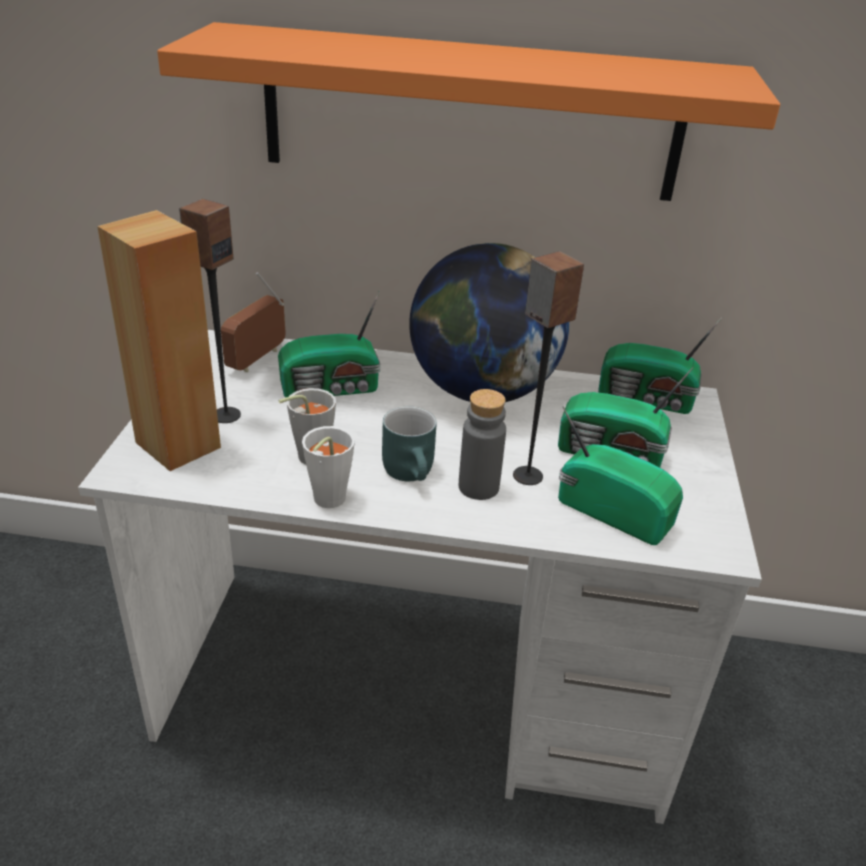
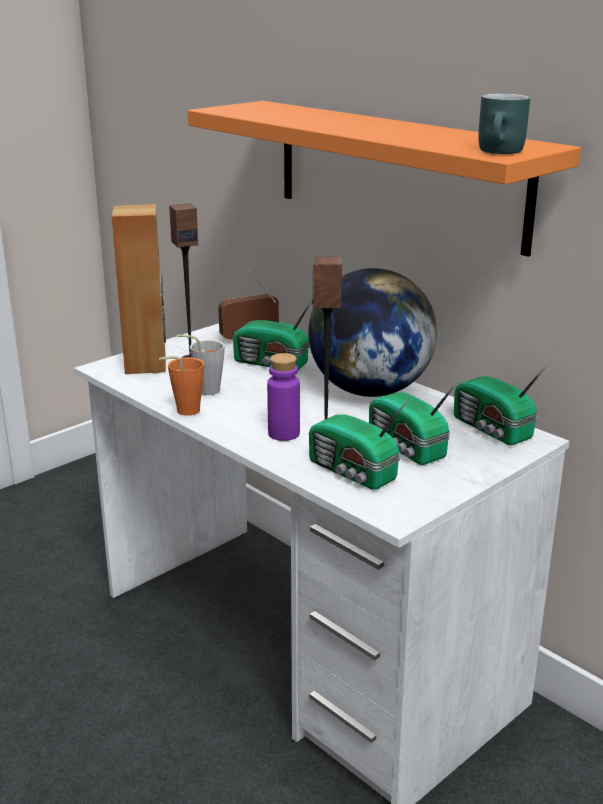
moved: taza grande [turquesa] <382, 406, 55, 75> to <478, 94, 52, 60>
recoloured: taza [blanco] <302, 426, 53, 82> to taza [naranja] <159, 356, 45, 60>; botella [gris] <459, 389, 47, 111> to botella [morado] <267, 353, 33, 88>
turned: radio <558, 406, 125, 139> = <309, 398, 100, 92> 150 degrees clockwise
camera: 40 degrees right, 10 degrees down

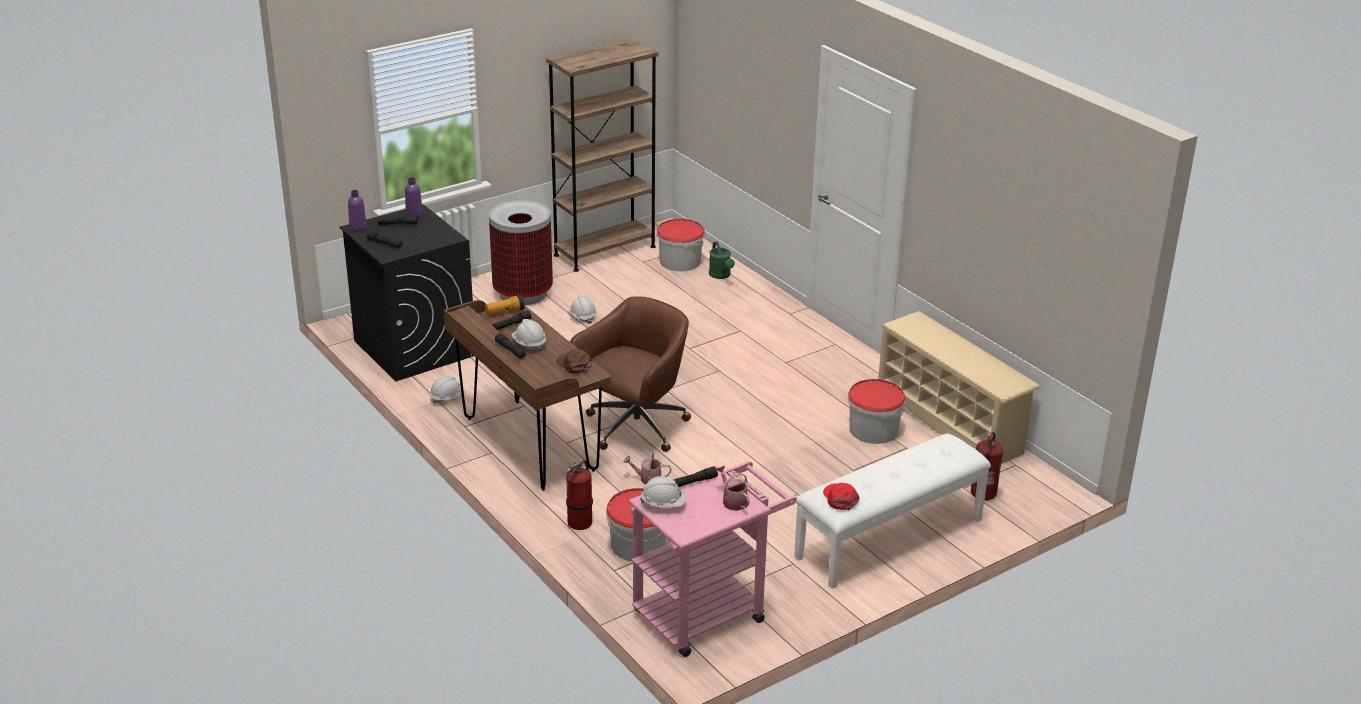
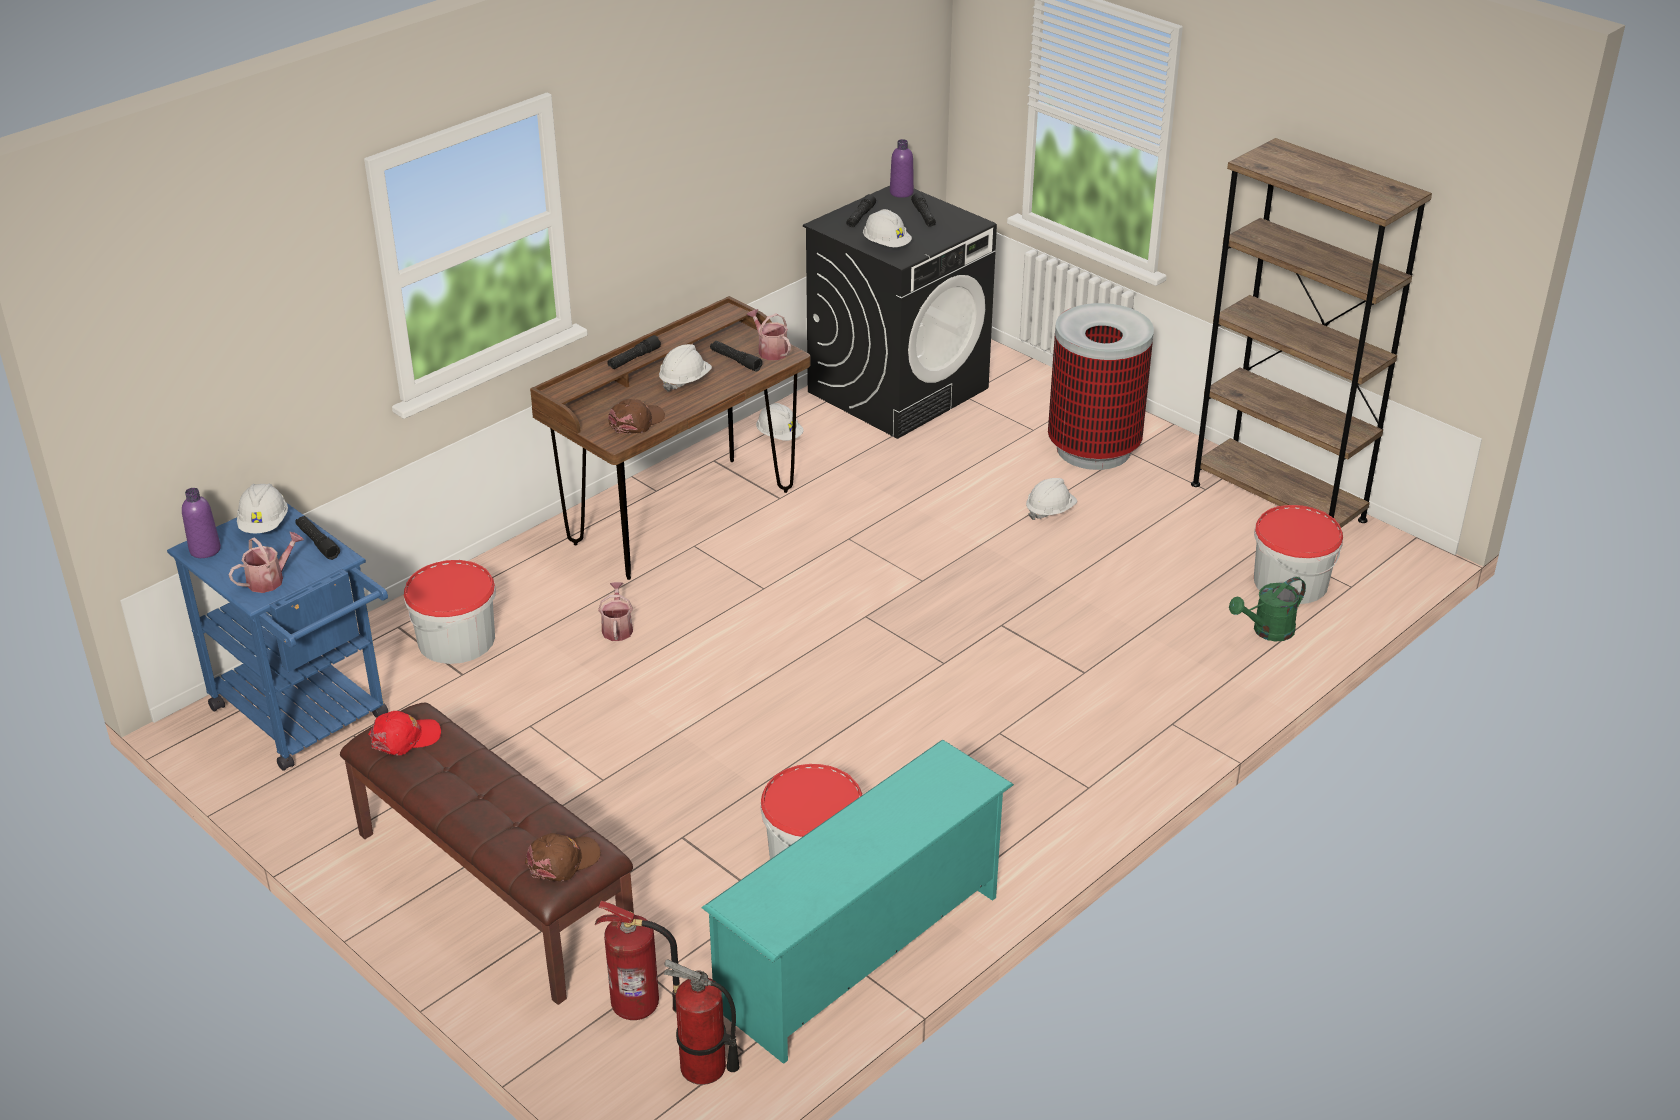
removed: silla de oficina [marrón] <570, 296, 121, 156>
added: gorra [marrón] <525, 833, 76, 49>; casco [blanco] <863, 209, 49, 38>
moved: botella [morado] <405, 177, 18, 40> to <182, 488, 39, 70>; extintor <566, 460, 27, 70> to <663, 959, 76, 126>
replaced: linterna <485, 295, 40, 21> to regadera <747, 309, 44, 51>
recoloured: carrito [rosa] <628, 461, 169, 196> to carrito [azul] <167, 503, 221, 268>; banco [blanco] <794, 434, 197, 155> to banco [marrón] <340, 702, 294, 303>; zapatero [beis] <878, 311, 163, 153> to zapatero [turquesa] <702, 739, 312, 325>
camera: 80 degrees right, 5 degrees up

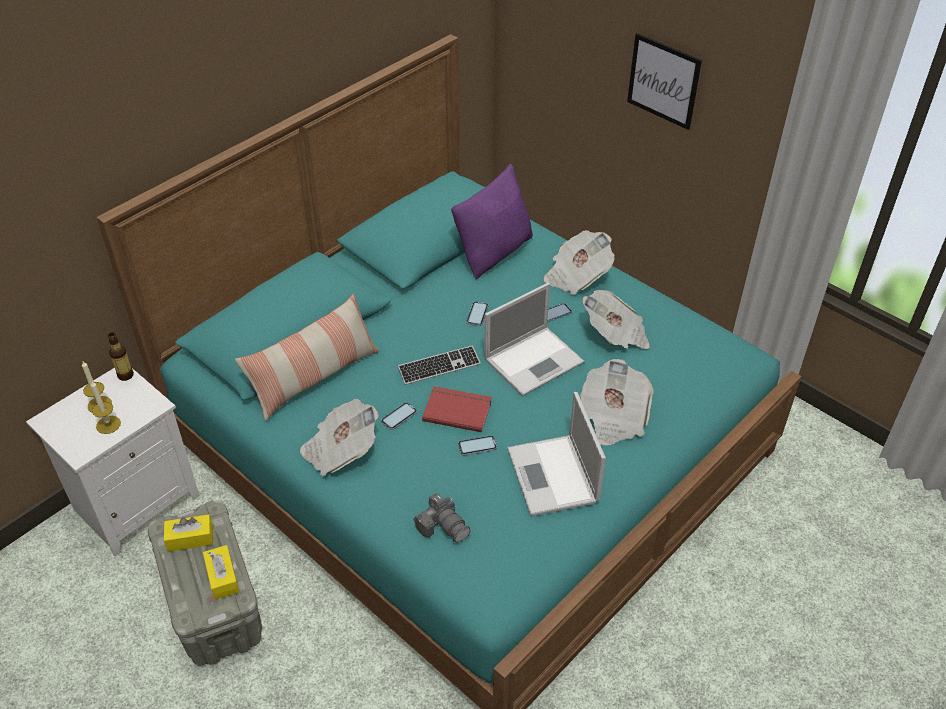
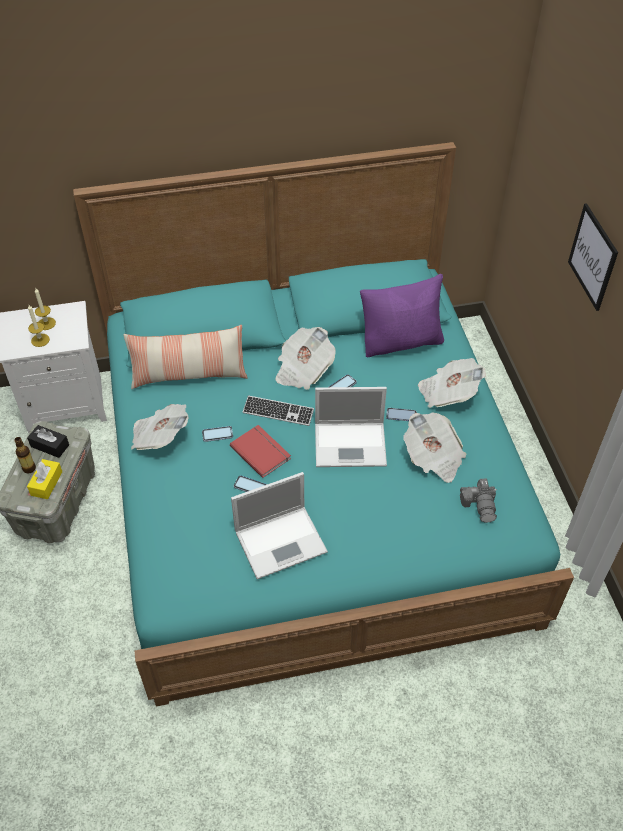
moved: botella <108, 332, 26, 49> to <14, 437, 22, 36>; cámara <414, 493, 56, 50> to <460, 479, 37, 44>; periódico <579, 359, 75, 87> to <275, 327, 60, 63>
recoloured: caja de pañuelos [amarillo] <164, 515, 49, 37> to caja de pañuelos [negro] <27, 425, 42, 33>
turned: portátil <507, 392, 99, 124> = <231, 472, 97, 107> 135 degrees counterclockwise
camera: 35 degrees right, 5 degrees up

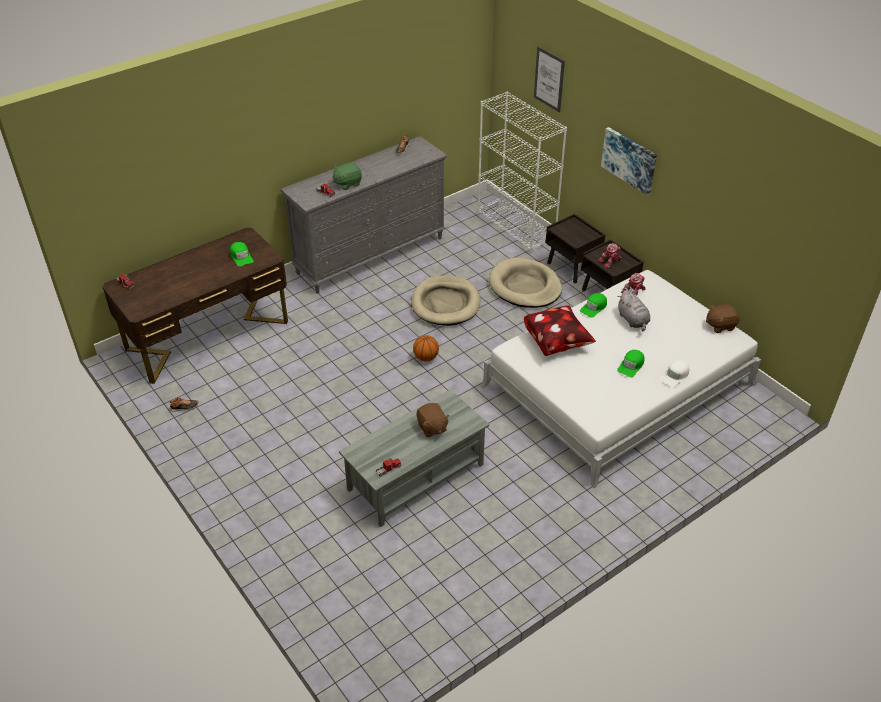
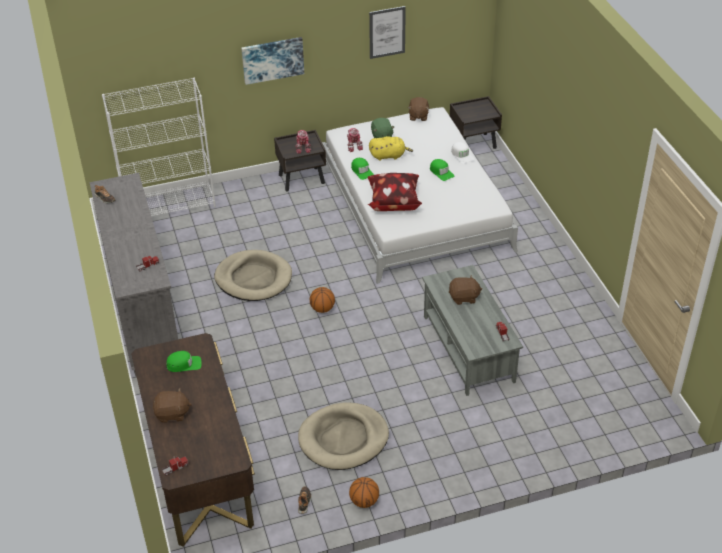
added: peluche [marrón] <153, 388, 39, 35>; balón de baloncesto <349, 477, 30, 31>
moved: peluche [verde] <332, 163, 30, 27> to <371, 118, 23, 20>; cama para perro [beis] <489, 258, 73, 50> to <298, 402, 91, 68>; cuadro <534, 46, 31, 66> to <369, 6, 37, 53>; mesita de noche [marrón] <545, 214, 60, 69> to <450, 96, 52, 53>
recoloured: peluche [gris] <617, 290, 33, 41> to peluche [amarillo] <369, 136, 44, 25>
camera: 70 degrees left, 0 degrees up

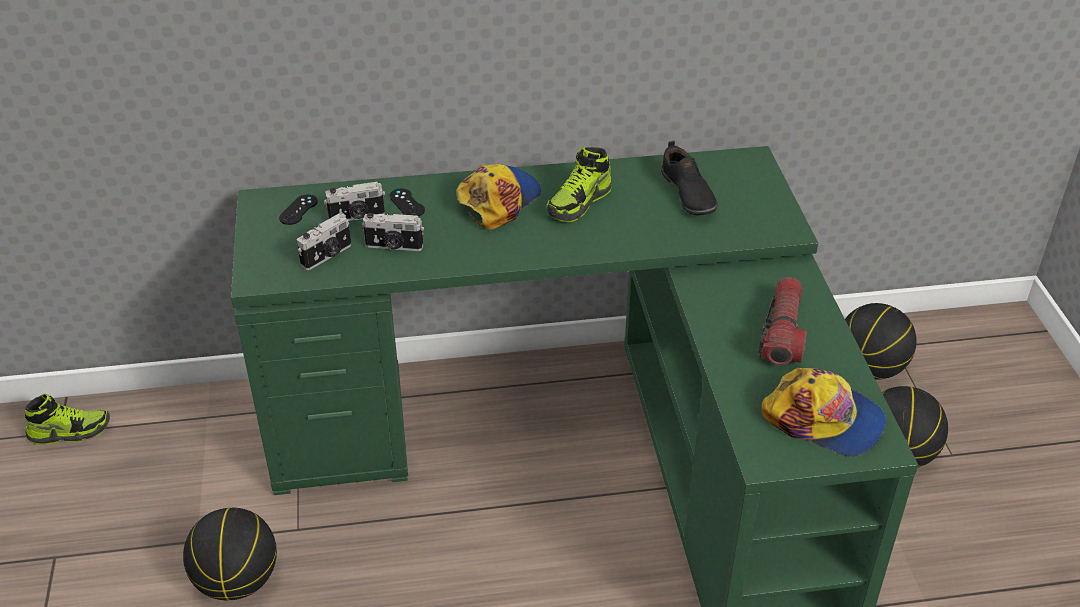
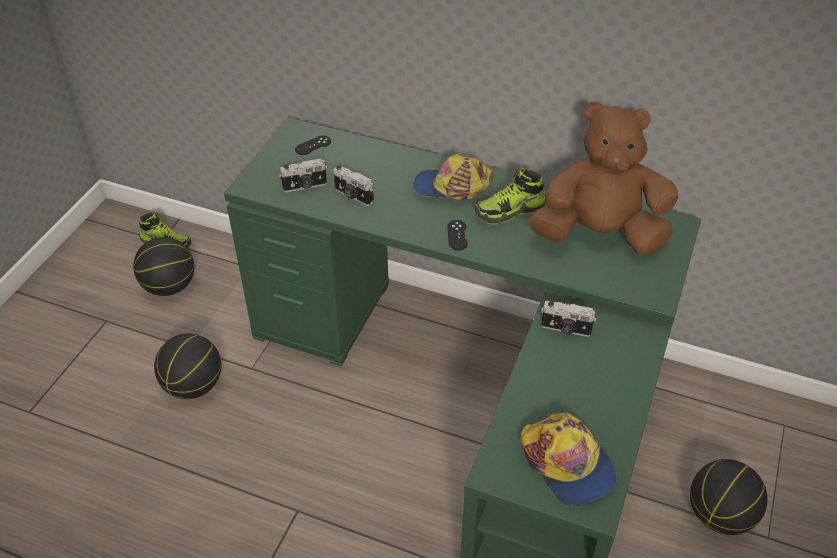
removed: linterna <759, 277, 48, 88>
moved: cámara <324, 182, 61, 39> to <541, 301, 55, 36>; mando de consola [negro] <389, 189, 36, 27> to <447, 220, 21, 31>; balón de baloncesto <845, 303, 72, 77> to <133, 237, 61, 59>
replaced: zapato [negro] <661, 141, 57, 74> to peluche [marrón] <529, 101, 149, 154>
turned: gorra <456, 164, 85, 65> = <413, 154, 81, 46> 150 degrees counterclockwise
camera: 30 degrees right, 5 degrees up

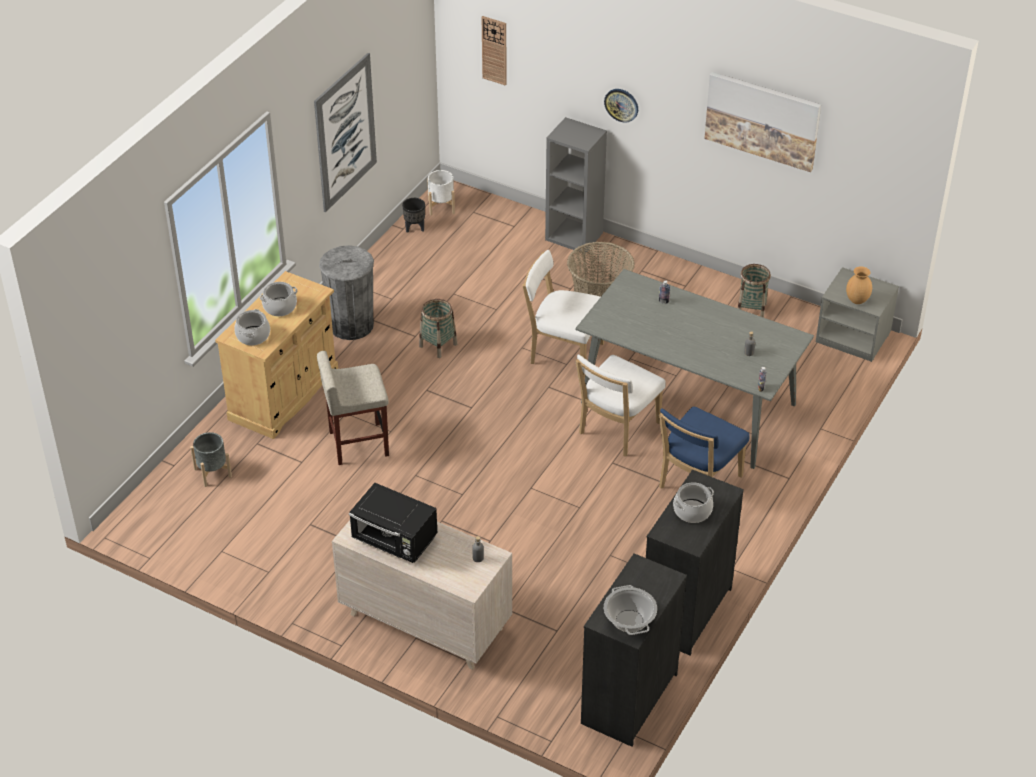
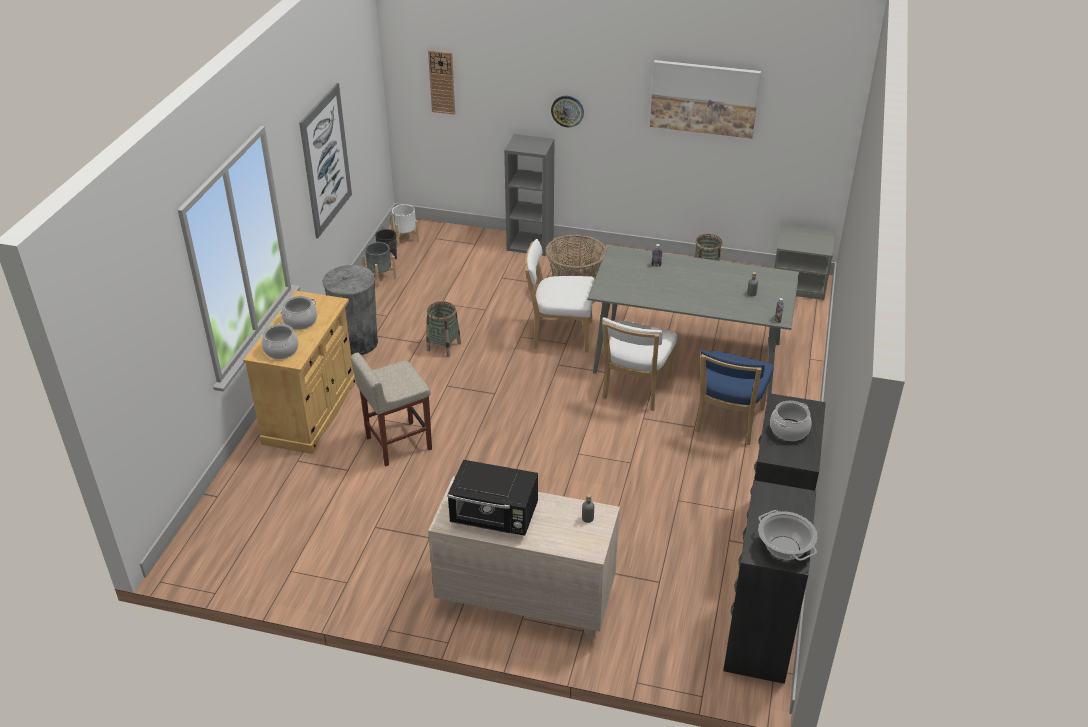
removed: florero [marrón] <846, 266, 26, 38>
moved: maceta [gris] <190, 432, 42, 55> to <362, 242, 35, 45>
camera: 15 degrees left, 5 degrees down

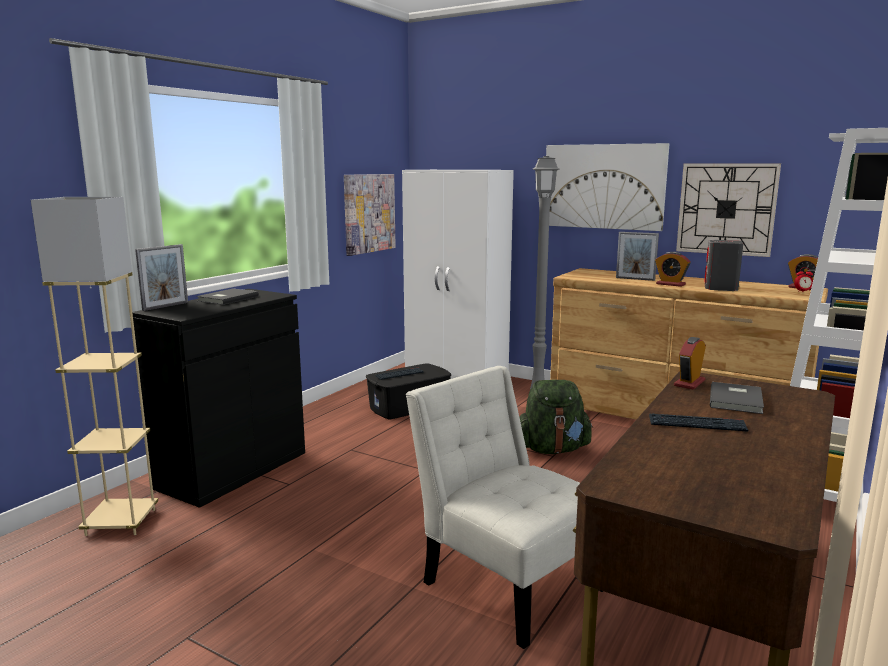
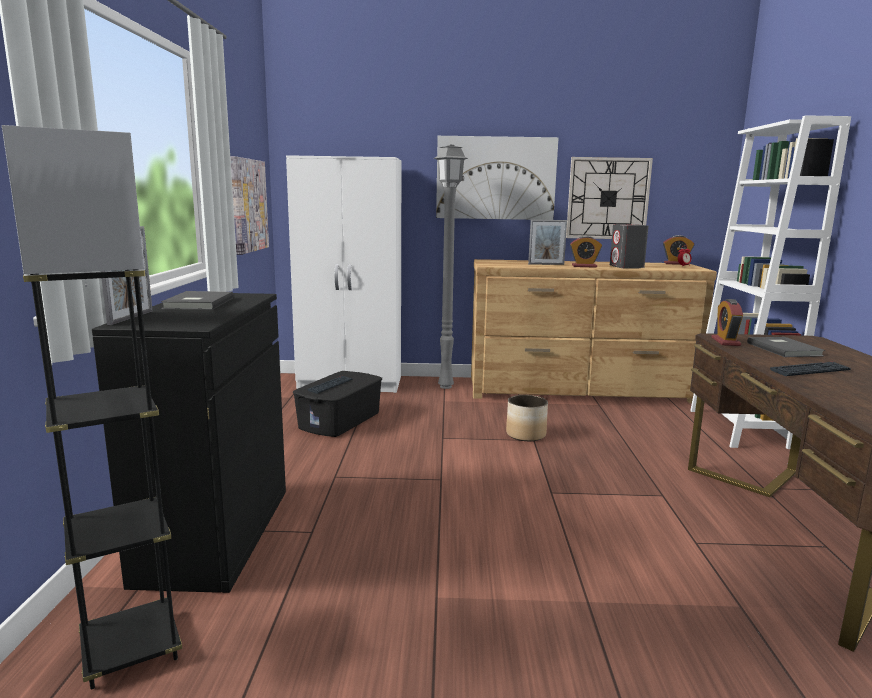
removed: silla [blanco] <406, 366, 197, 283>
replaced: mochila [verde] <519, 380, 74, 74> to maceta <506, 395, 42, 46>
recoloured: lámpara de pie [beis] <31, 197, 127, 339> to lámpara de pie [negro] <2, 125, 180, 564>
camera: 30 degrees left, 0 degrees up

